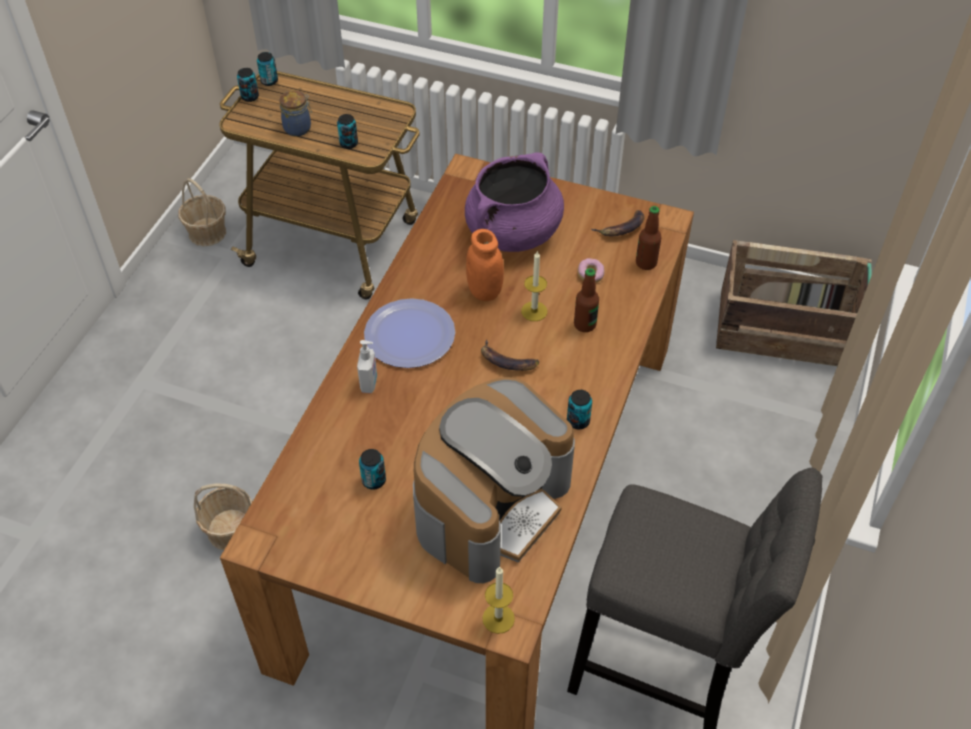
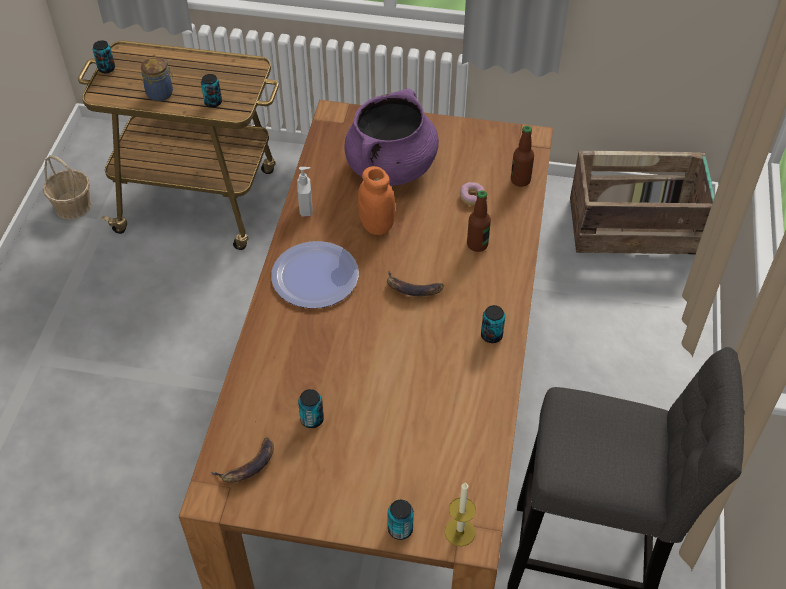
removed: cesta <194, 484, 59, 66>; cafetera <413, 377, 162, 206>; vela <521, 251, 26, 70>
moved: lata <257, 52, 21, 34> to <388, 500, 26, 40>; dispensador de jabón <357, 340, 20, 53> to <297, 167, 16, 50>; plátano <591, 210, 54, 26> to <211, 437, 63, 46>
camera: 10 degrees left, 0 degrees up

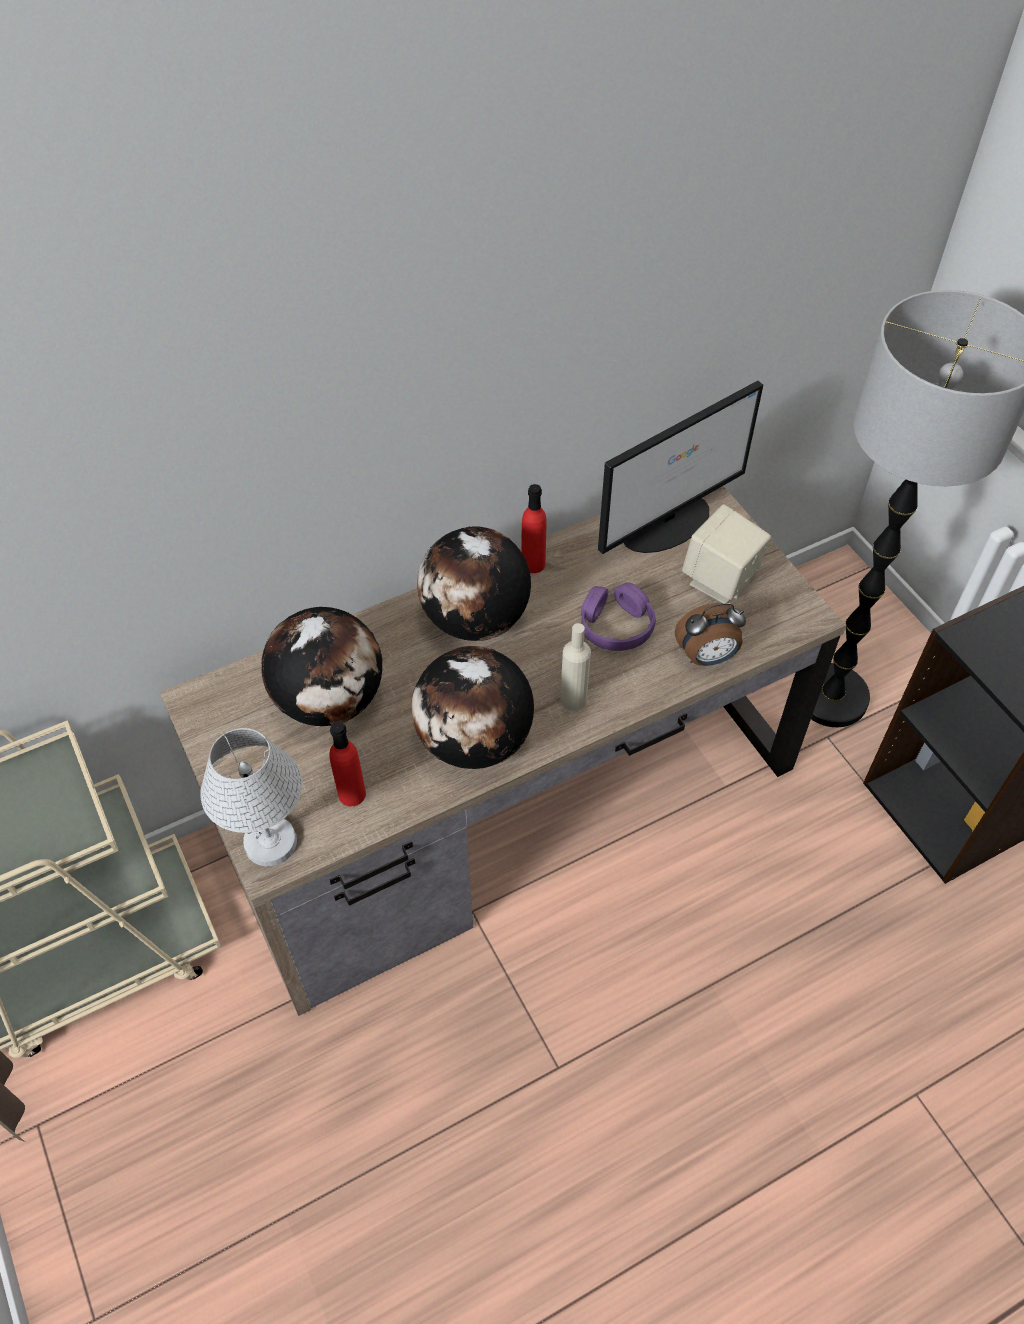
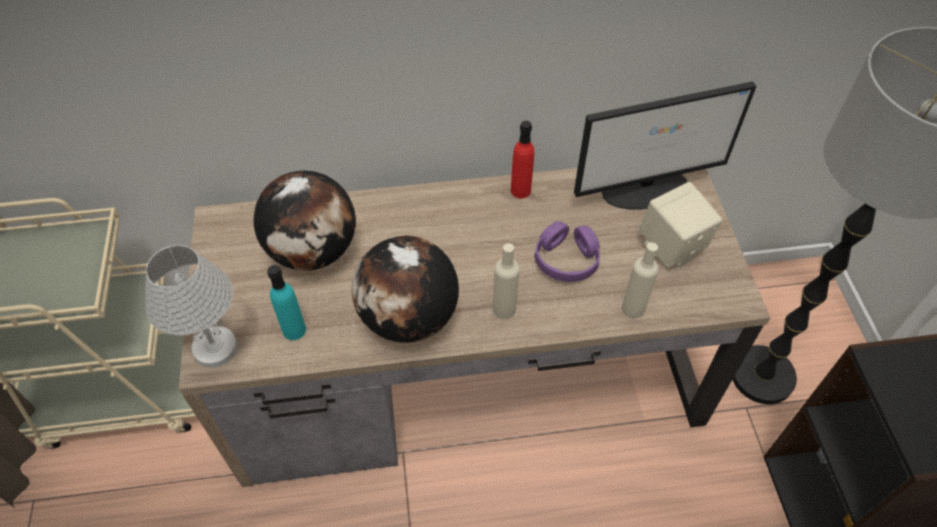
removed: globo terráqueo <417, 526, 114, 115>
replaced: despertador <675, 603, 71, 63> to botella [beis] <622, 242, 37, 76>
recoloured: botella [rojo] <329, 721, 37, 85> to botella [turquesa] <267, 265, 39, 75>
camera: 20 degrees right, 0 degrees up

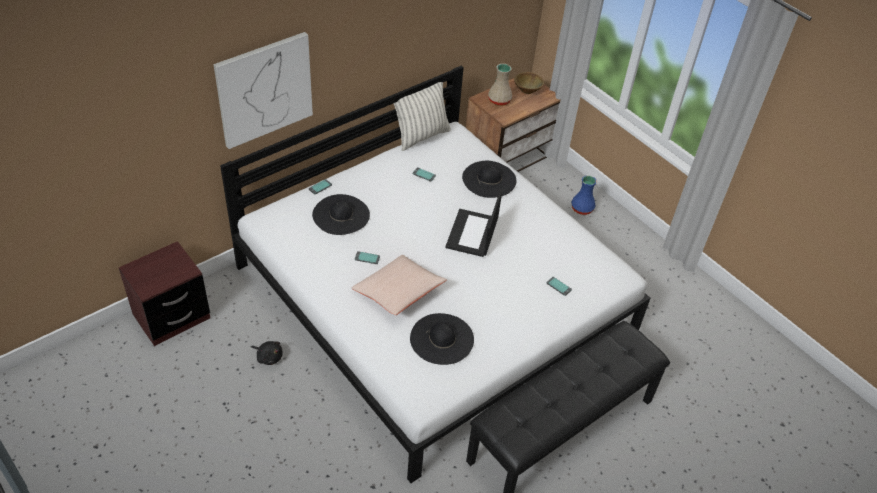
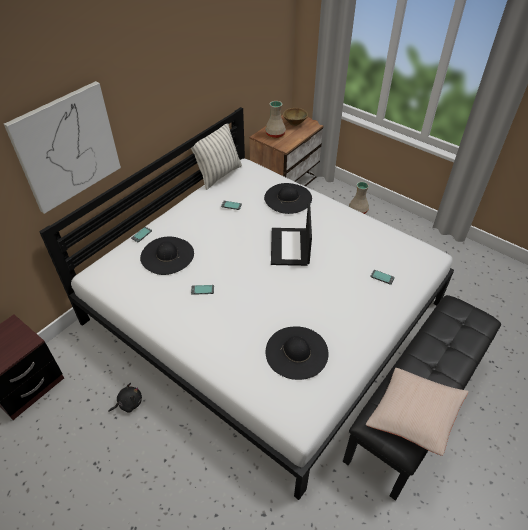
moved: cojín [beis] <352, 255, 95, 60> to <366, 368, 103, 88>
recoloured: florero [azul] <571, 175, 26, 40> to florero [beis] <349, 182, 20, 32>
turned: peluche [negro] <251, 341, 31, 24> = <108, 383, 34, 30> 45 degrees counterclockwise
camera: 10 degrees left, 0 degrees up

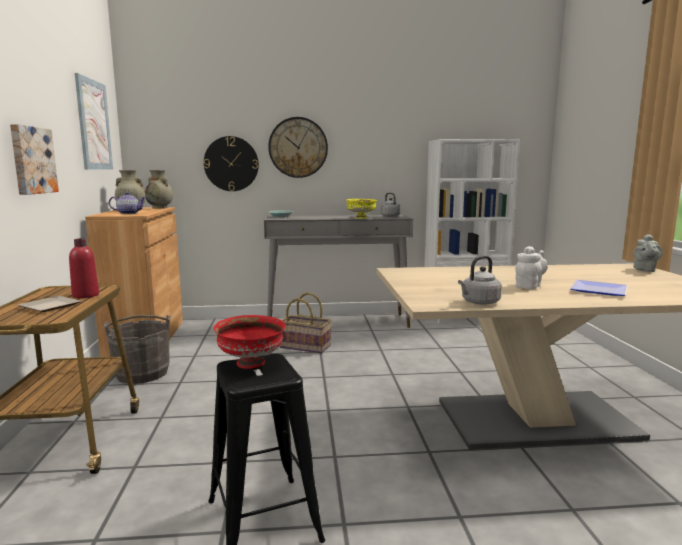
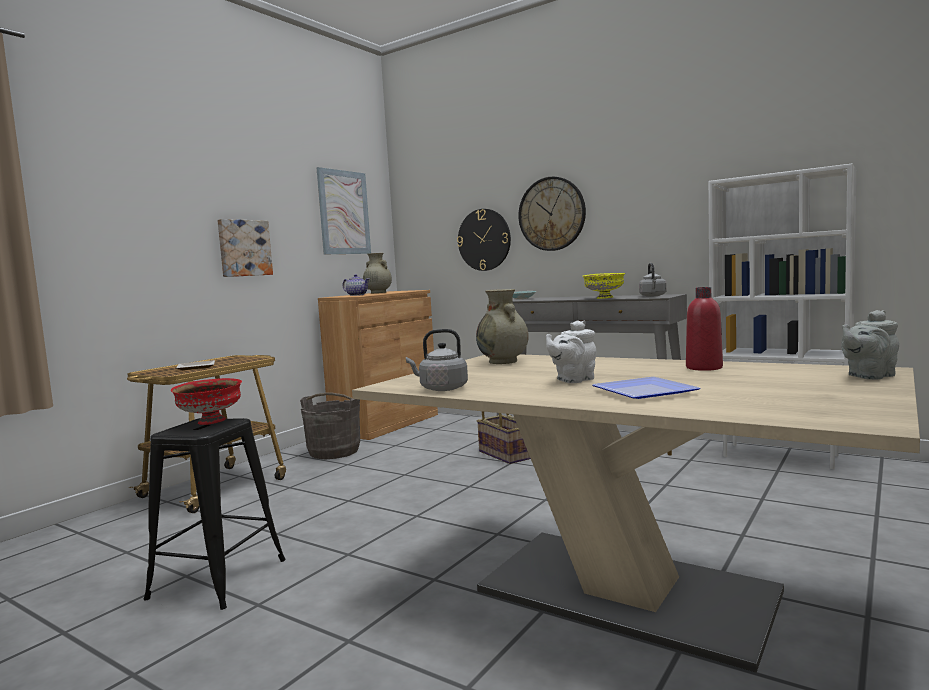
moved: botella [rojo] <69, 238, 30, 60> to <686, 287, 37, 84>; florero [beis] <145, 170, 28, 38> to <476, 289, 53, 75>
turned: tetera [blanco] <515, 246, 32, 43> = <546, 320, 50, 63> 150 degrees clockwise
camera: 40 degrees right, 5 degrees down

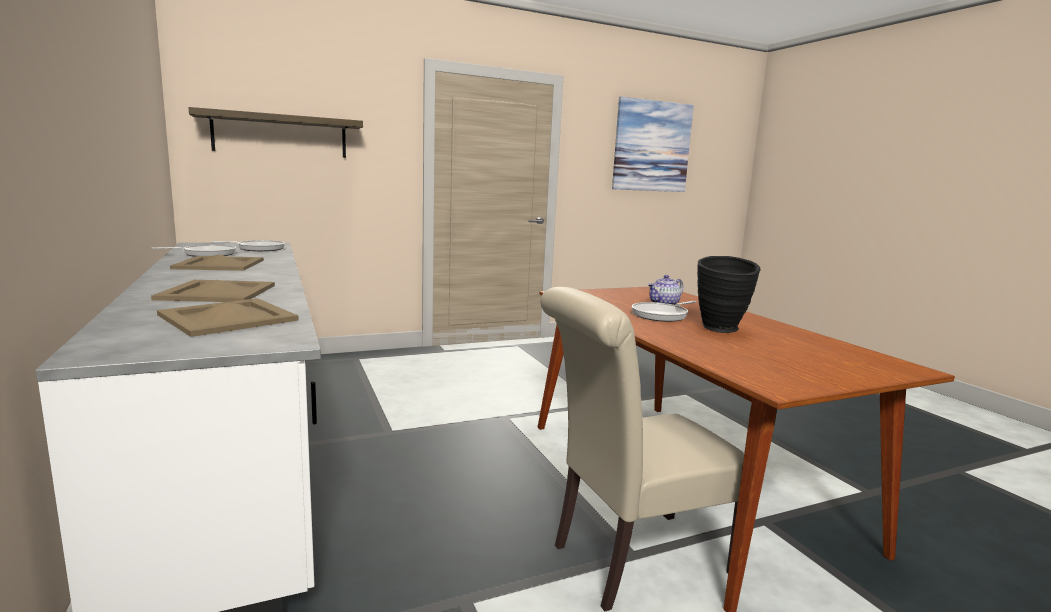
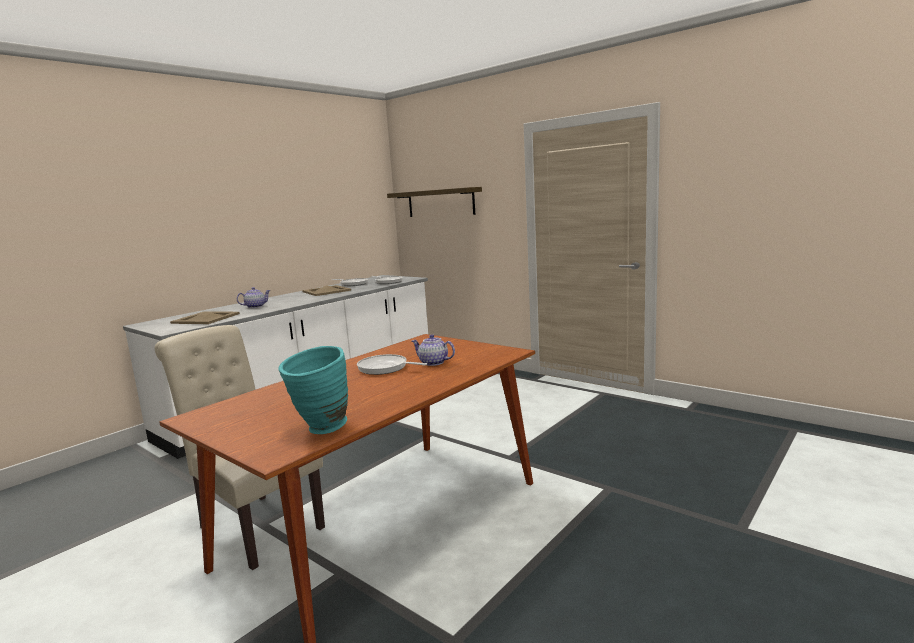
removed: cuadro <612, 97, 82, 95>; florero [negro] <697, 256, 64, 77>
added: florero [turquesa] <278, 346, 70, 88>
replaced: bandeja [beis] <151, 280, 124, 22> to tetera <237, 287, 34, 21>
camera: 65 degrees right, 0 degrees up

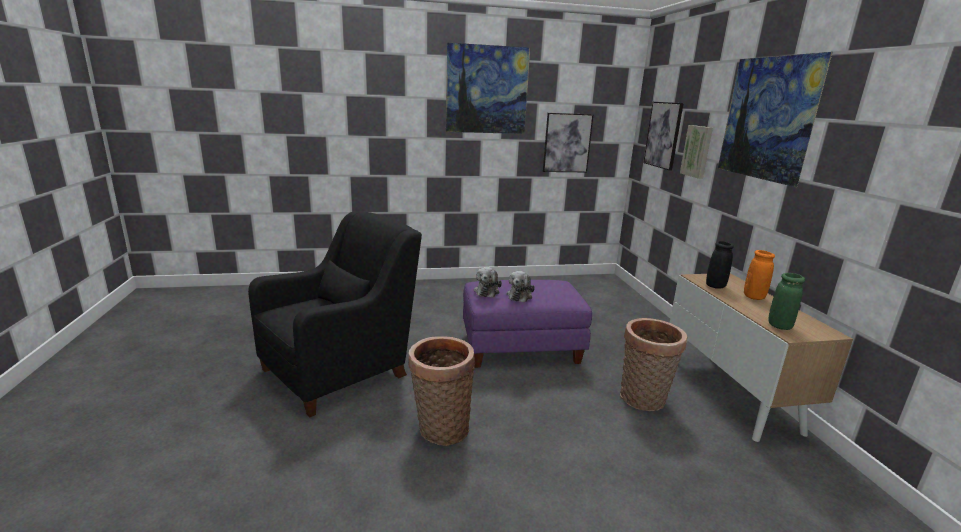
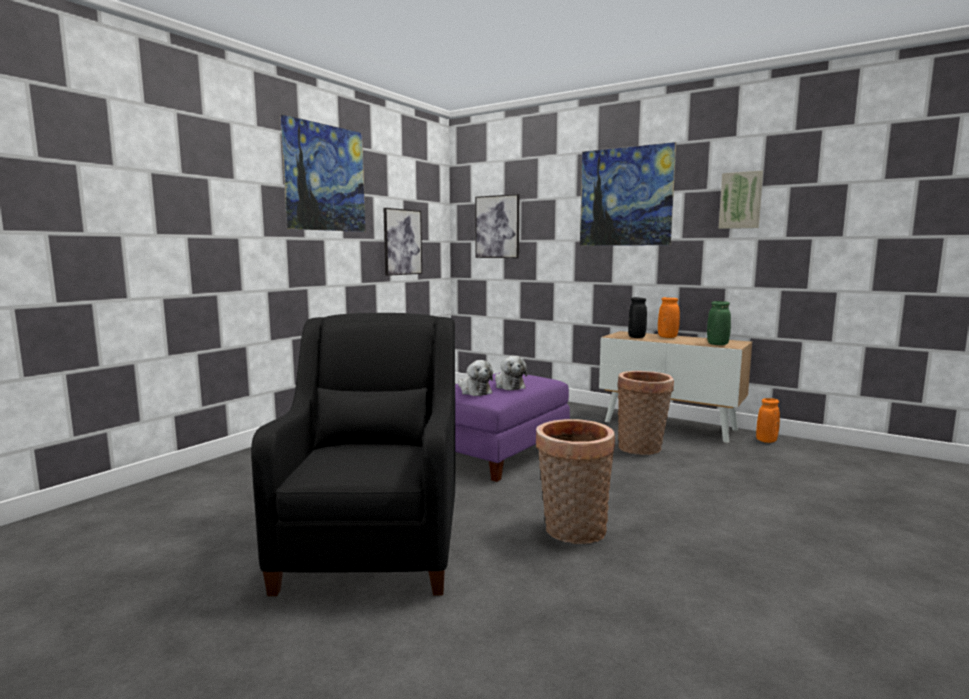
added: florero [naranja] <756, 398, 24, 45>
moved: cuadro <680, 125, 33, 54> to <718, 171, 45, 58>
camera: 45 degrees left, 10 degrees down

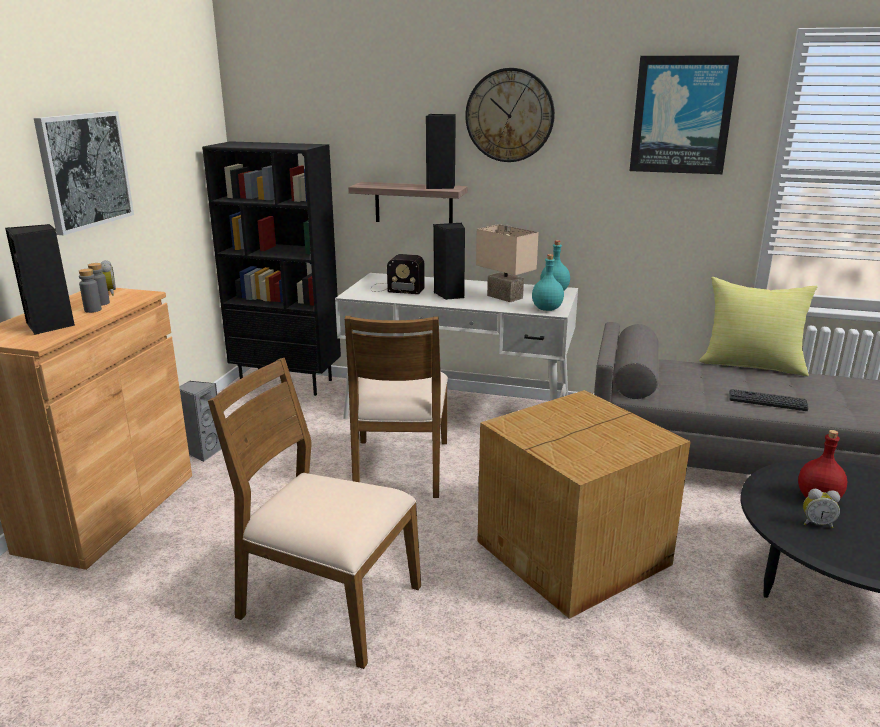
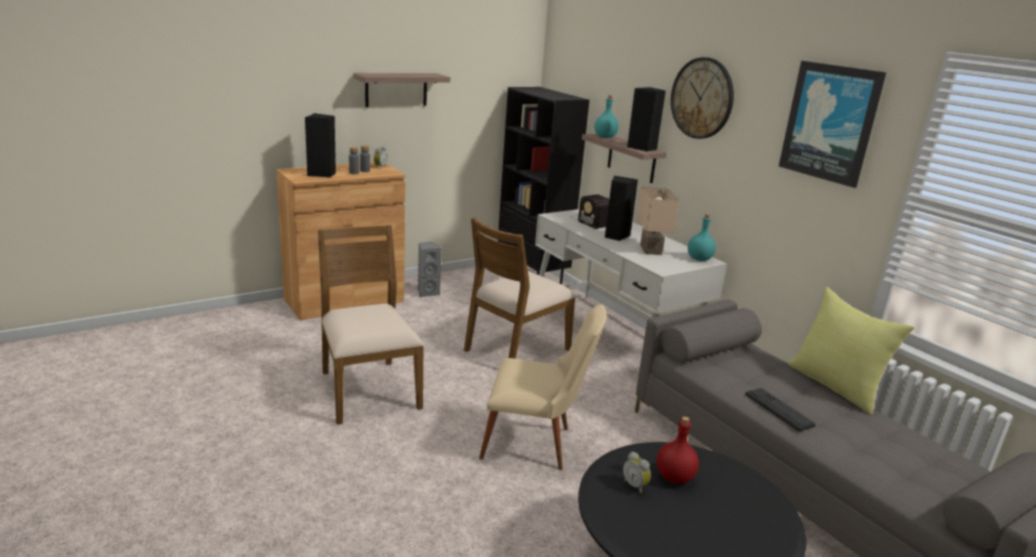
moved: botella [turquesa] <532, 254, 32, 57> to <594, 95, 25, 43>
replaced: cuadro <34, 111, 100, 124> to estante <353, 73, 97, 34>; caja de cartón <477, 390, 214, 229> to silla [beis] <479, 304, 128, 166>
camera: 40 degrees right, 0 degrees up

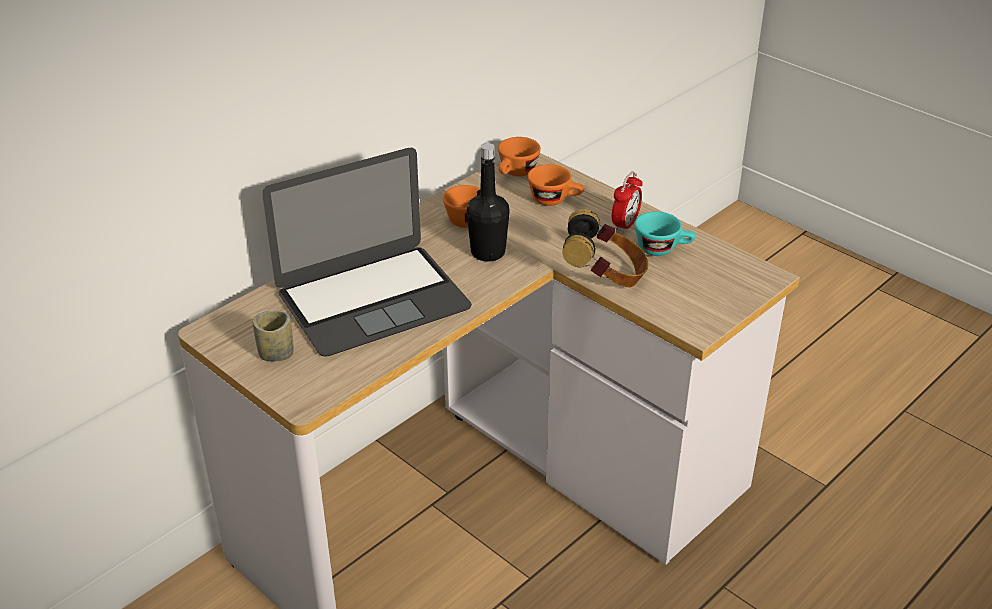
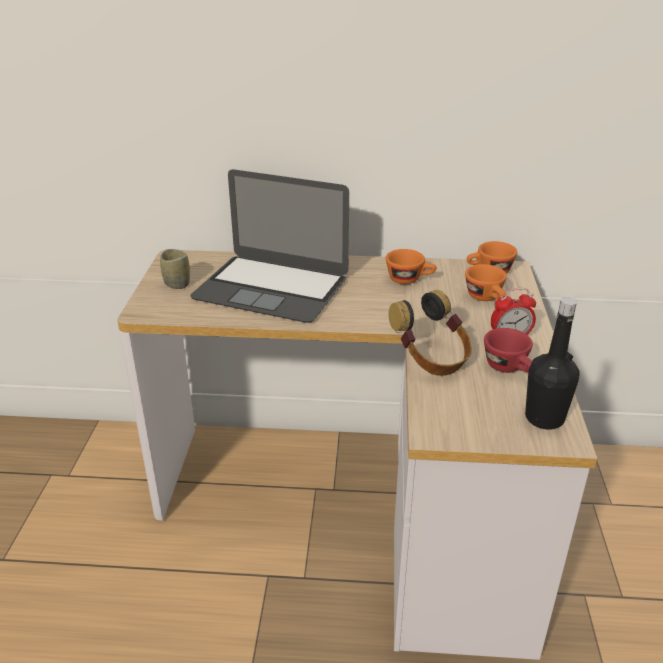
moved: botella [negro] <466, 143, 44, 119> to <525, 297, 55, 133>
recoloured: taza [turquesa] <635, 212, 61, 44> to taza [rojo] <484, 328, 49, 45>
camera: 50 degrees right, 5 degrees down

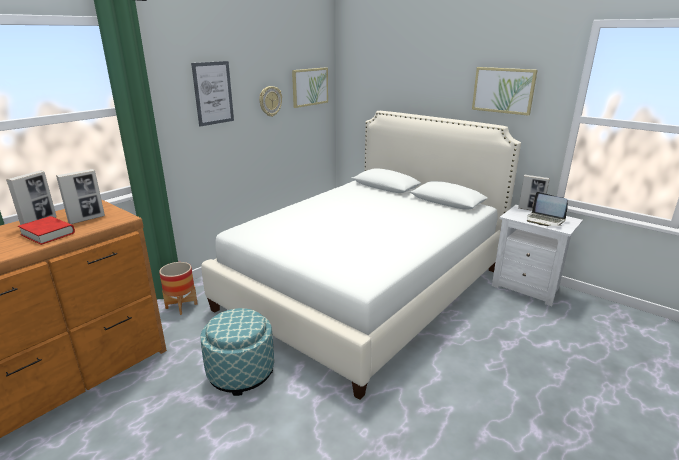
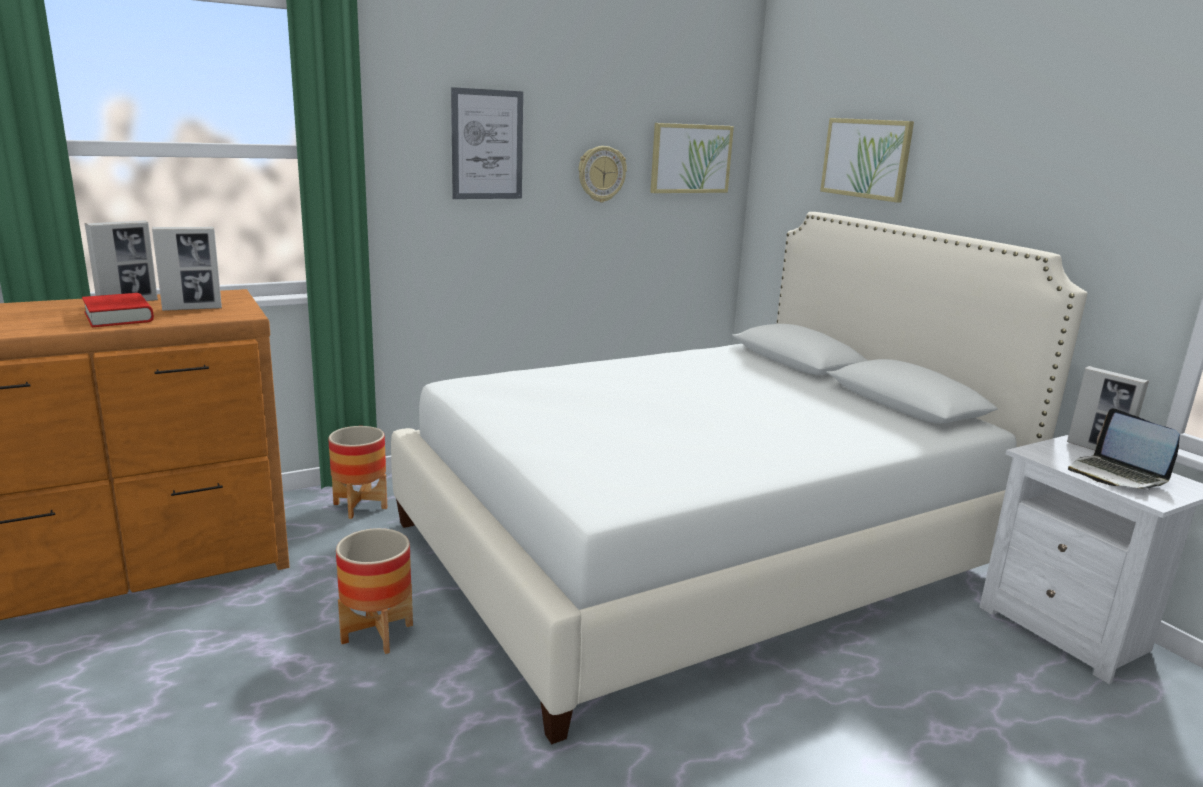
moved: cuadro <472, 67, 66, 49> to <820, 118, 94, 85>
replaced: puf <200, 308, 74, 88> to maceta <336, 528, 77, 126>
camera: 20 degrees right, 5 degrees down

